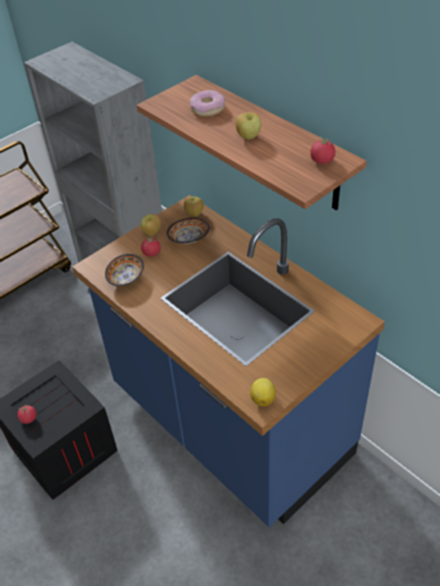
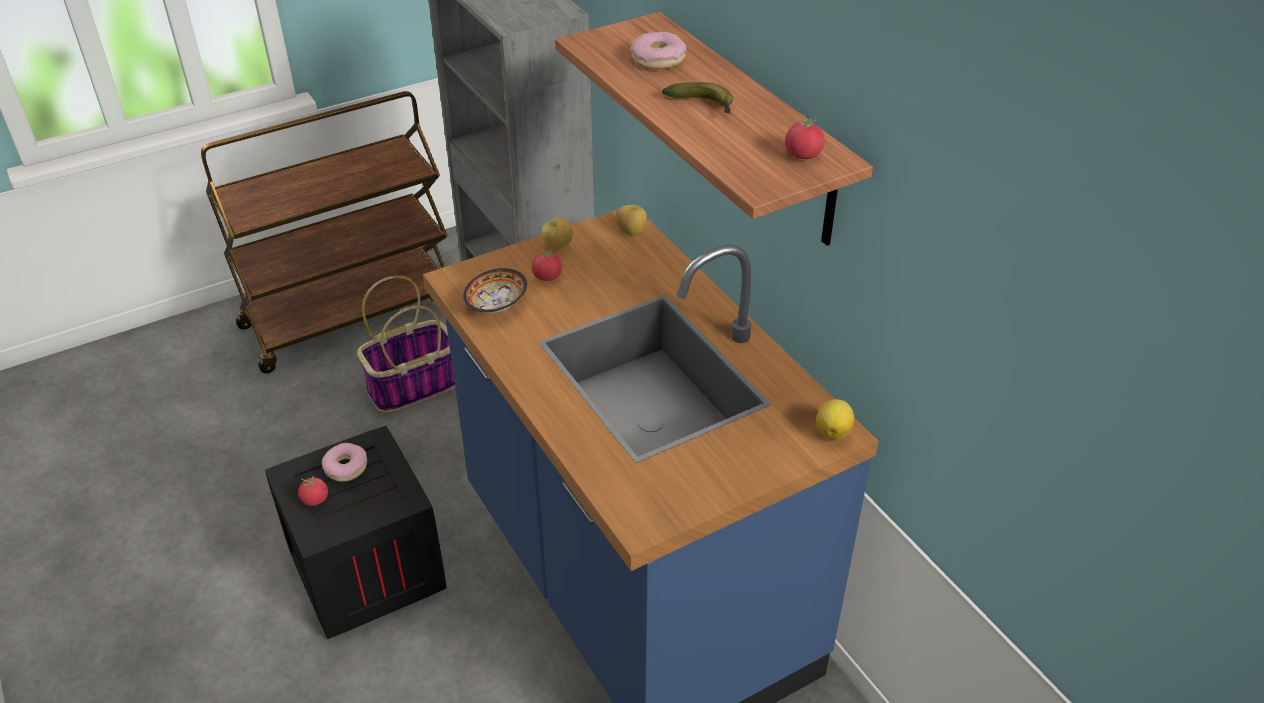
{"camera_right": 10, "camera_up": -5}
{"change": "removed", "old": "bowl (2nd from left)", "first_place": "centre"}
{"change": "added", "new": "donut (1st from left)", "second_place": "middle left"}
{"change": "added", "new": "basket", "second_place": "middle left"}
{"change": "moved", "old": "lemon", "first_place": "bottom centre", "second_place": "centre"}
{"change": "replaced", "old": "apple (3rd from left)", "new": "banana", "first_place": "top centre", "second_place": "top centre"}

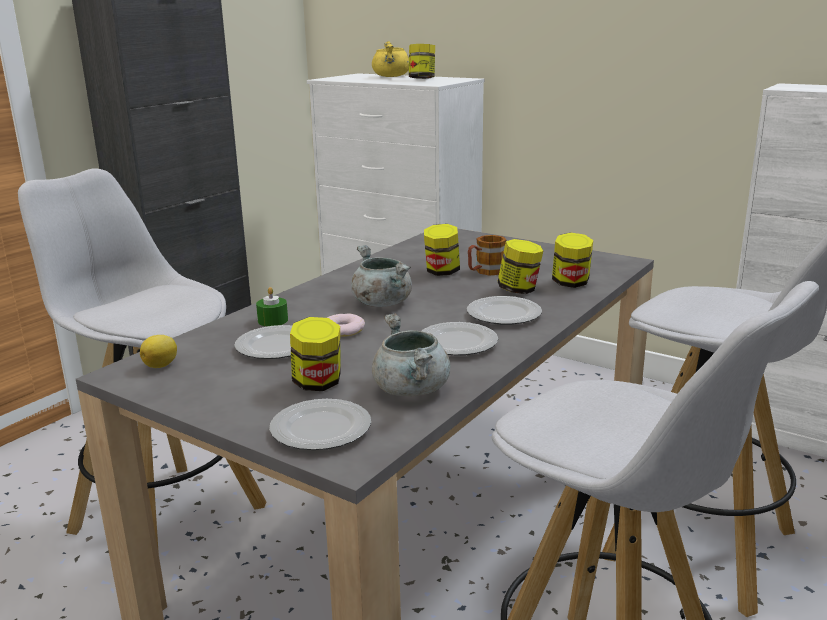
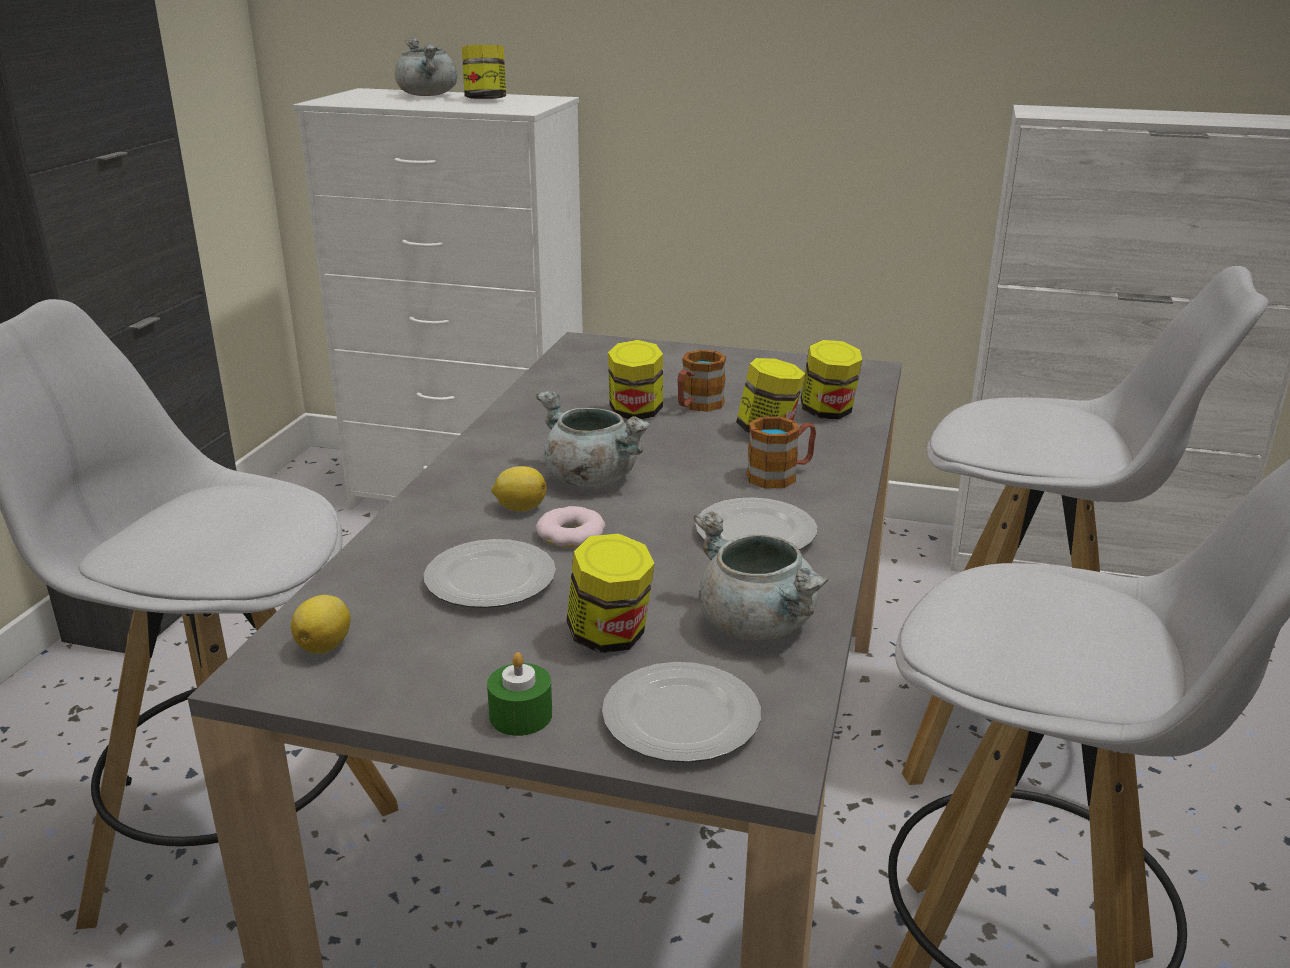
{"camera_right": -20, "camera_up": 5}
{"change": "added", "new": "lemon (2nd from left)", "second_place": "centre"}
{"change": "moved", "old": "green candle", "first_place": "middle left", "second_place": "bottom centre"}
{"change": "replaced", "old": "plate (4th from left)", "new": "mug (2nd from left)", "first_place": "centre", "second_place": "centre"}
{"change": "recoloured", "old": "yellow cooking pot", "new": "grey cooking pot (1st from left)", "first_place": "top centre", "second_place": "top left"}

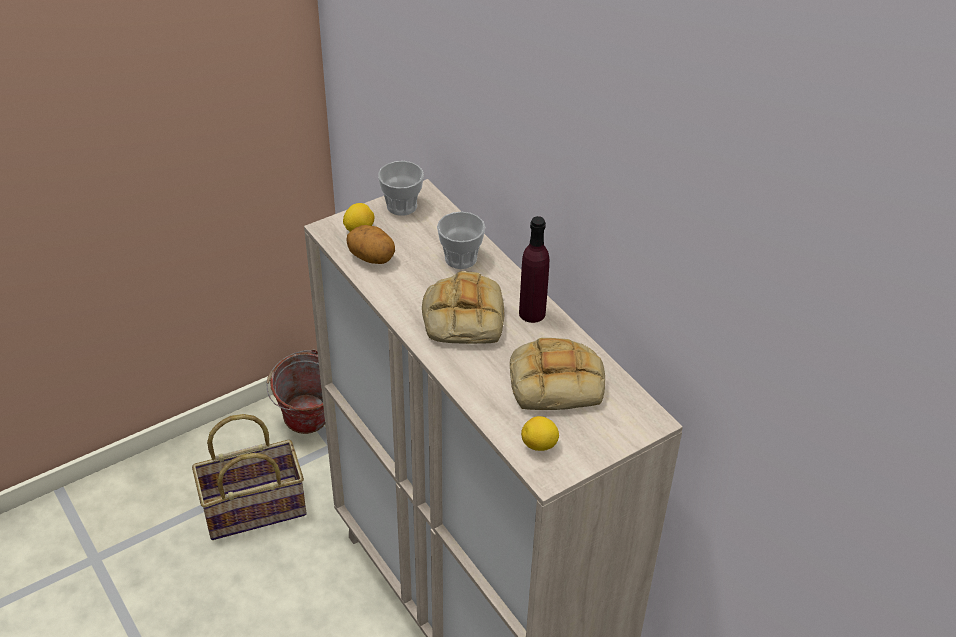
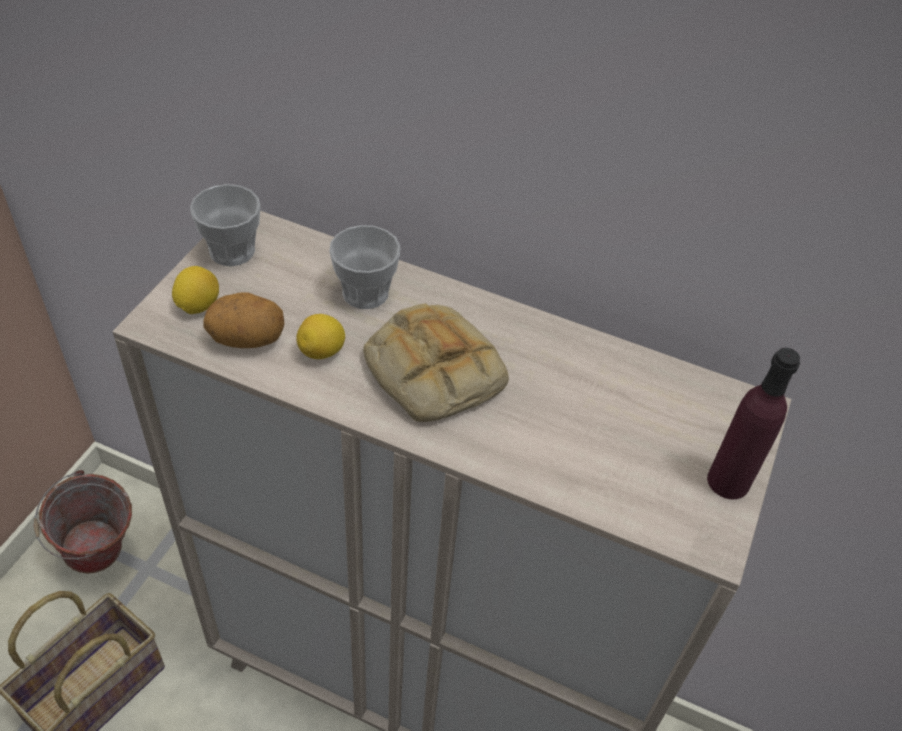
{"camera_right": -35, "camera_up": 5}
{"change": "removed", "old": "bread (2nd from left)", "first_place": "centre"}
{"change": "moved", "old": "purple bottle", "first_place": "centre", "second_place": "middle right"}
{"change": "moved", "old": "lemon (2nd from left)", "first_place": "bottom centre", "second_place": "centre"}

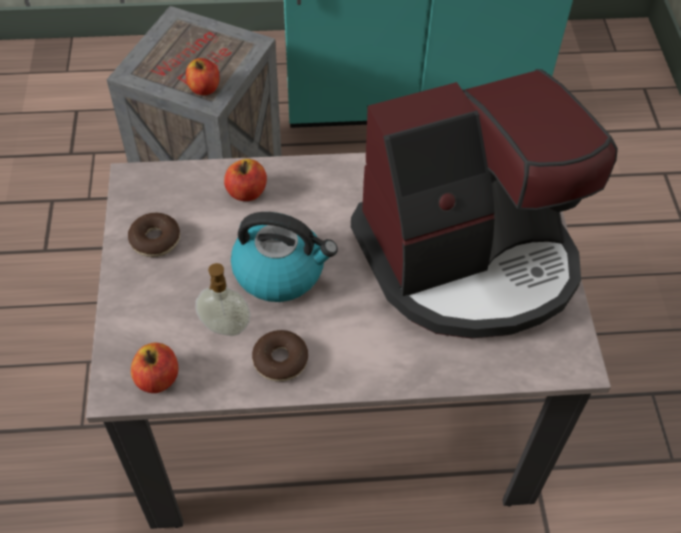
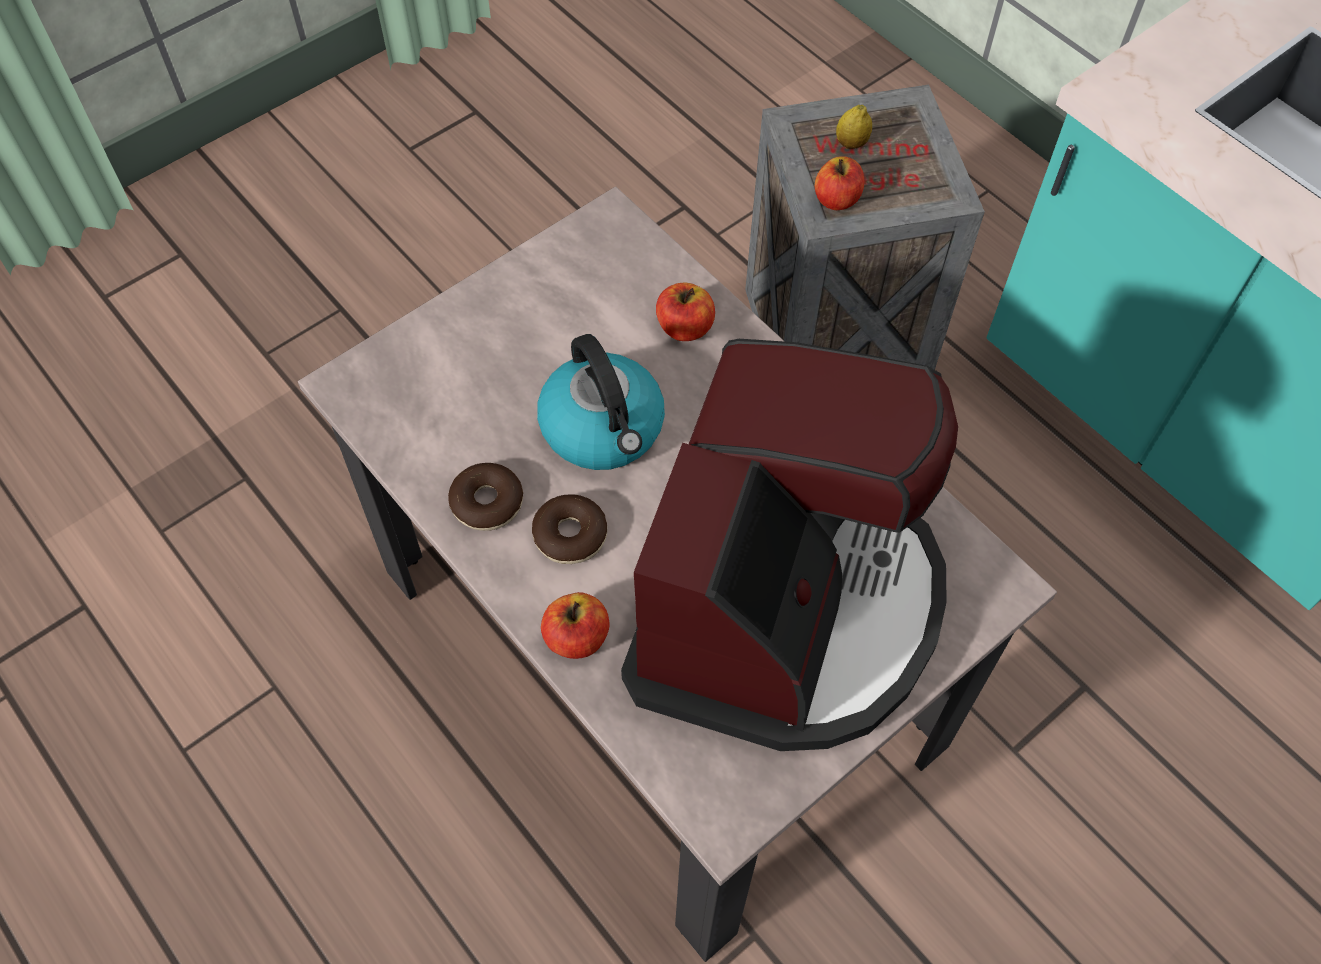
{"camera_right": 55, "camera_up": 5}
{"change": "removed", "old": "soap dispenser", "first_place": "middle left"}
{"change": "added", "new": "lemon", "second_place": "top centre"}
{"change": "moved", "old": "donut (1st from left in the first image)", "new": "donut (2nd from left)", "first_place": "middle left", "second_place": "centre"}
{"change": "moved", "old": "apple (1st from left)", "first_place": "bottom left", "second_place": "centre"}
{"change": "turned", "old": "coffee machine", "first_place": "middle right", "second_place": "centre", "degrees": -105}

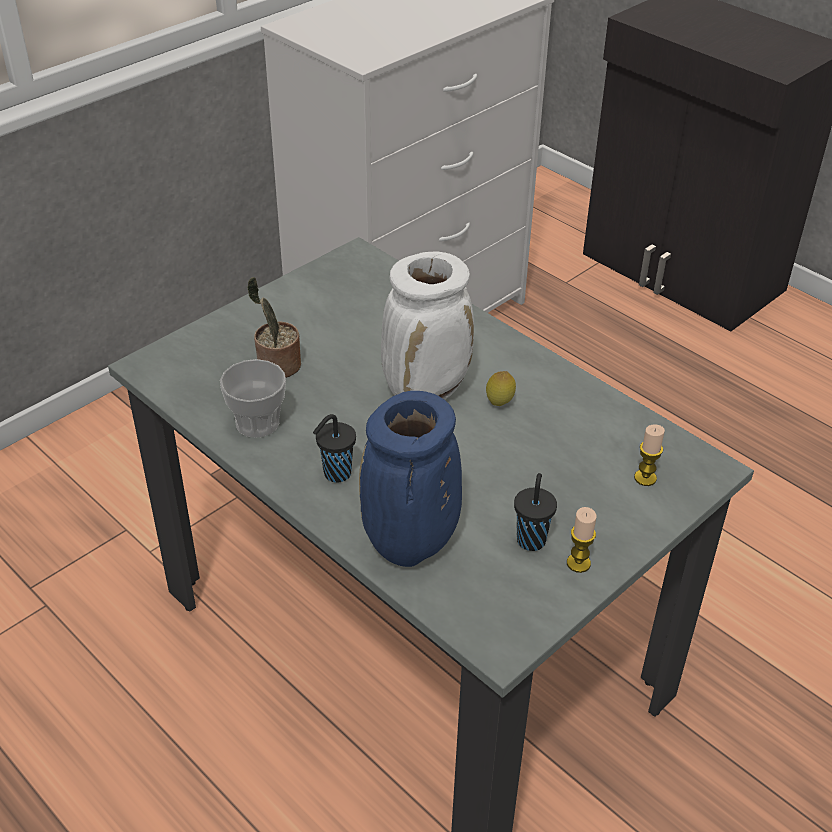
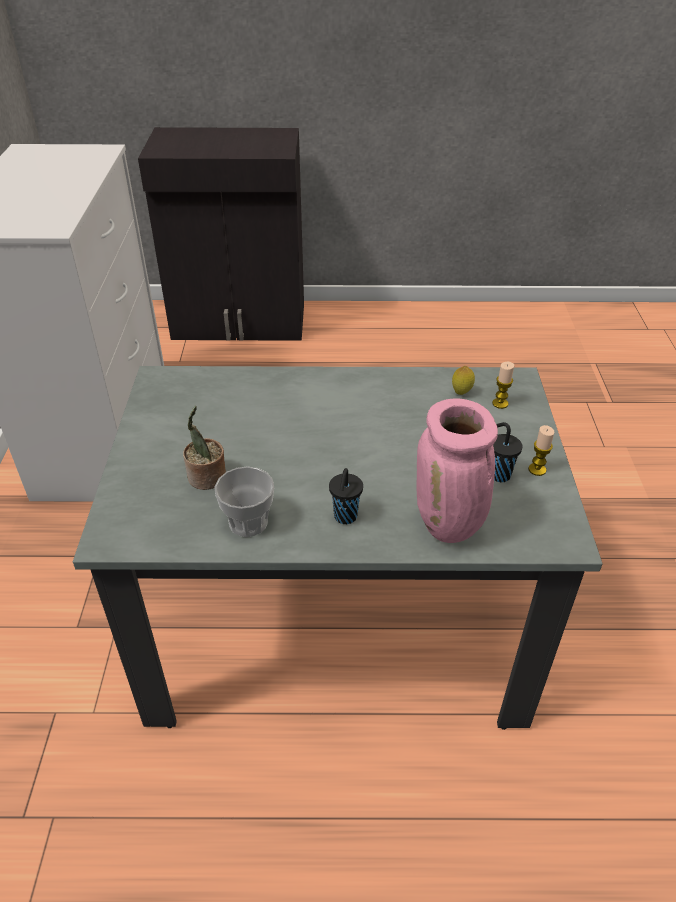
{"camera_right": -45, "camera_up": 0}
{"change": "removed", "old": "white vase", "first_place": "centre"}
{"change": "moved", "old": "lemon", "first_place": "centre", "second_place": "middle right"}
{"change": "recoloured", "old": "blue vase", "new": "pink vase", "first_place": "centre", "second_place": "middle right"}

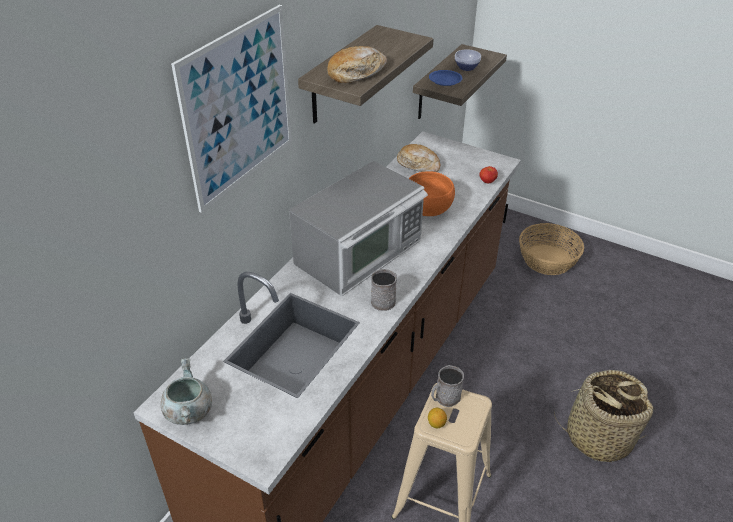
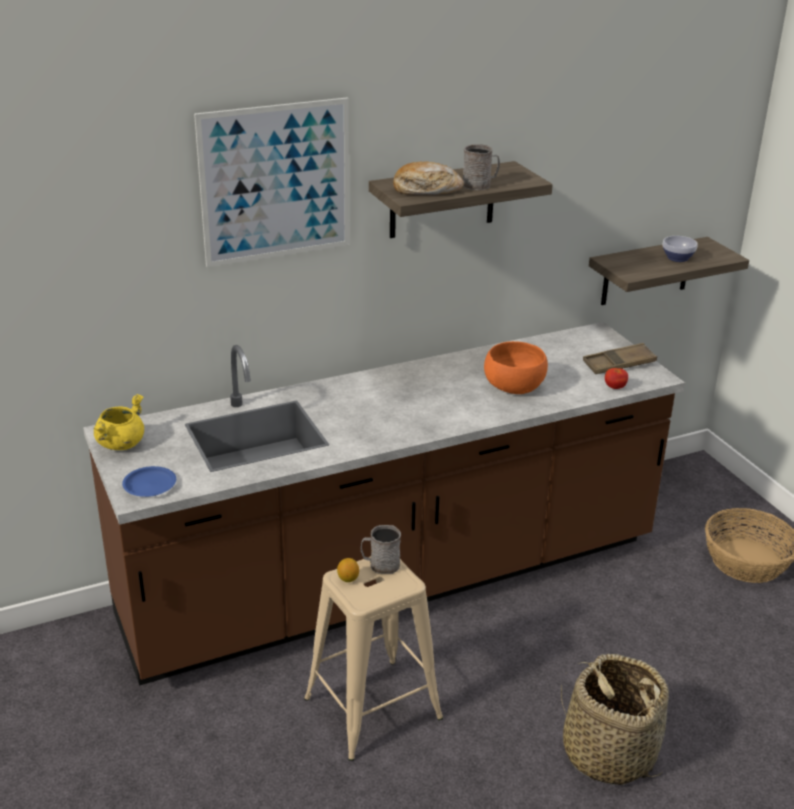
{"camera_right": 35, "camera_up": -10}
{"change": "removed", "old": "microwave", "first_place": "centre"}
{"change": "removed", "old": "bread (2nd from left)", "first_place": "top centre"}
{"change": "added", "new": "brown tray", "second_place": "middle right"}
{"change": "moved", "old": "grey mug (1st from left in the first image)", "new": "grey mug (2nd from left)", "first_place": "centre", "second_place": "top centre"}
{"change": "moved", "old": "blue plate", "first_place": "top centre", "second_place": "middle left"}
{"change": "recoloured", "old": "grey cooking pot", "new": "yellow cooking pot", "first_place": "bottom left", "second_place": "middle left"}

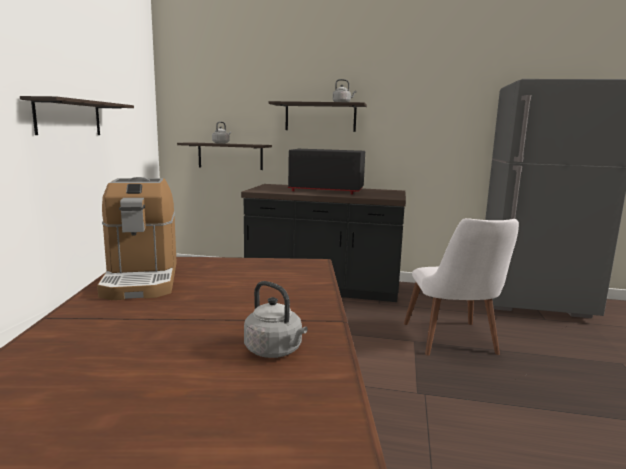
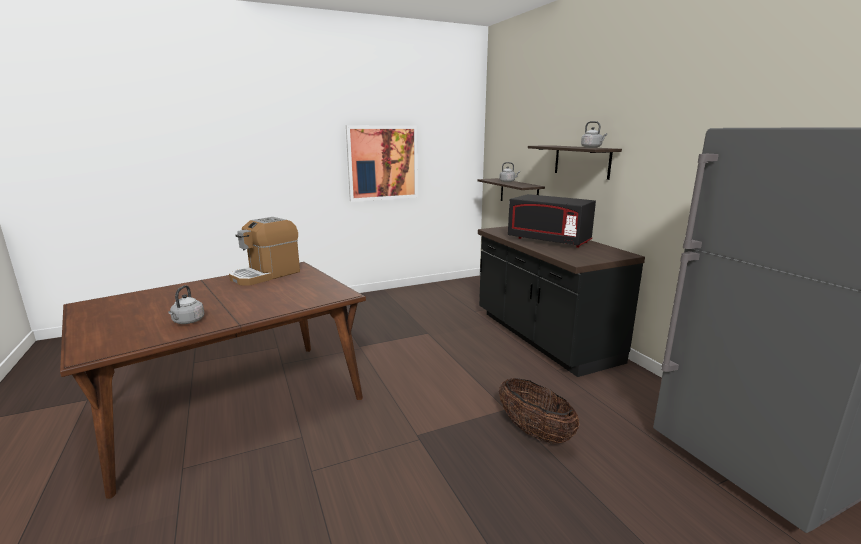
{"camera_right": 55, "camera_up": 5}
{"change": "replaced", "old": "shelf (1st from left)", "new": "picture", "first_place": "top left", "second_place": "top centre"}
{"change": "replaced", "old": "white chair", "new": "basket", "first_place": "middle right", "second_place": "bottom centre"}
{"change": "turned", "old": "black microwave", "first_place": "centre", "second_place": "centre", "degrees": 150}

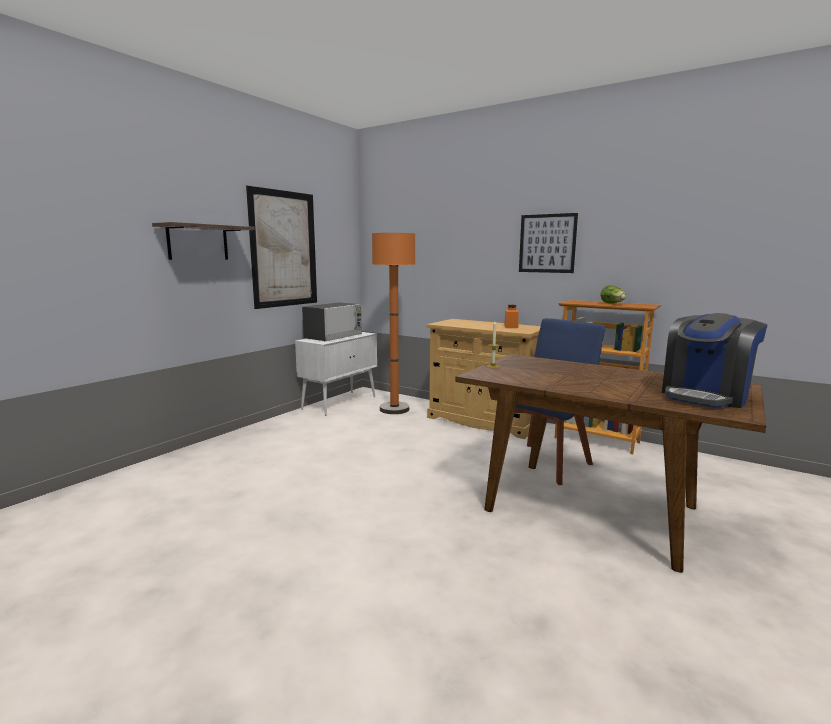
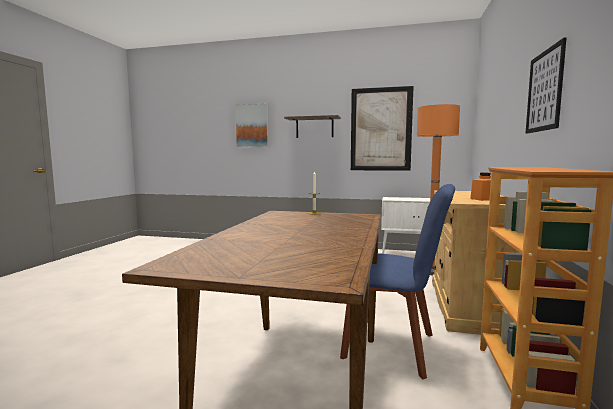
{"camera_right": 70, "camera_up": -5}
{"change": "removed", "old": "microwave", "first_place": "centre"}
{"change": "removed", "old": "lettuce", "first_place": "middle right"}
{"change": "removed", "old": "coffee machine", "first_place": "middle right"}
{"change": "added", "new": "picture (1st from left)", "second_place": "top centre"}

